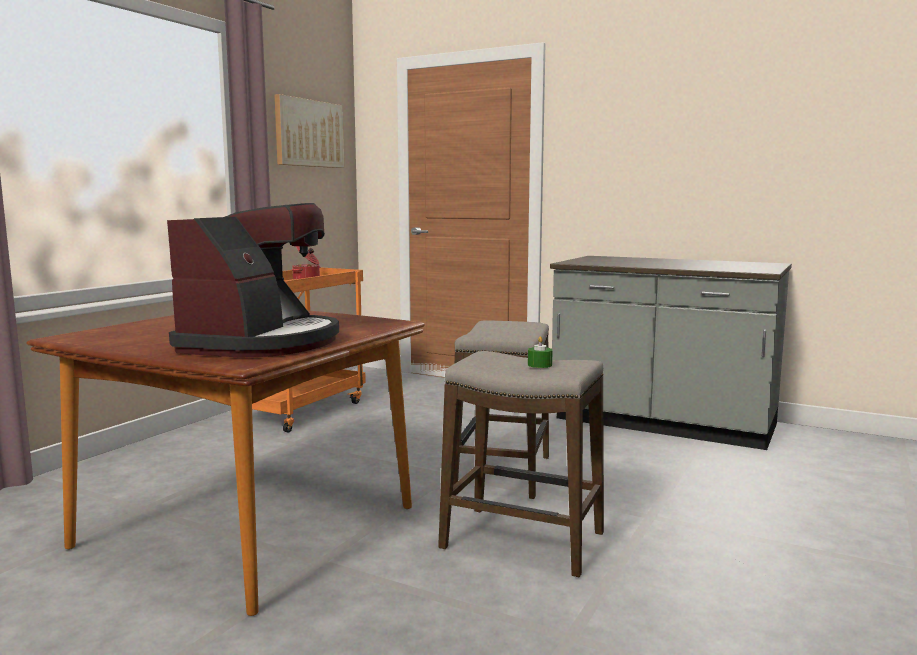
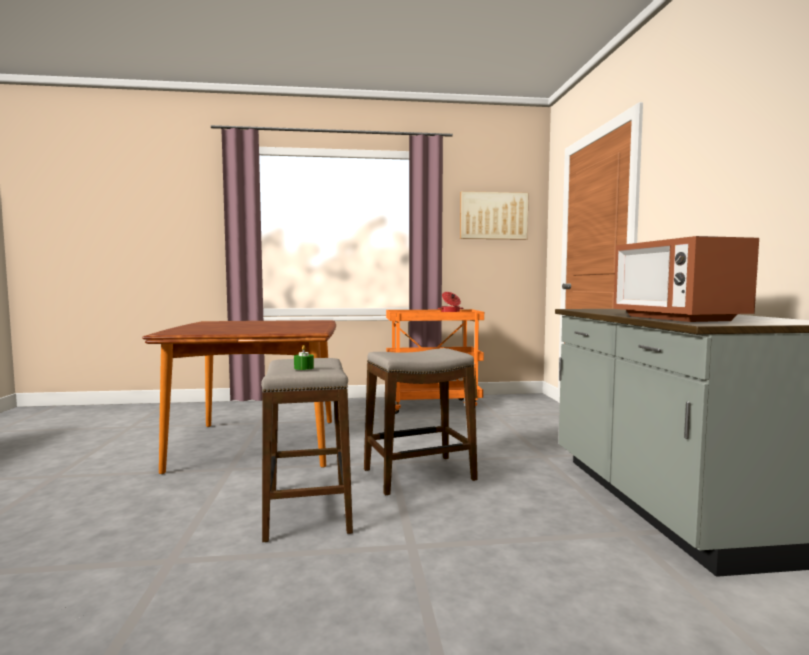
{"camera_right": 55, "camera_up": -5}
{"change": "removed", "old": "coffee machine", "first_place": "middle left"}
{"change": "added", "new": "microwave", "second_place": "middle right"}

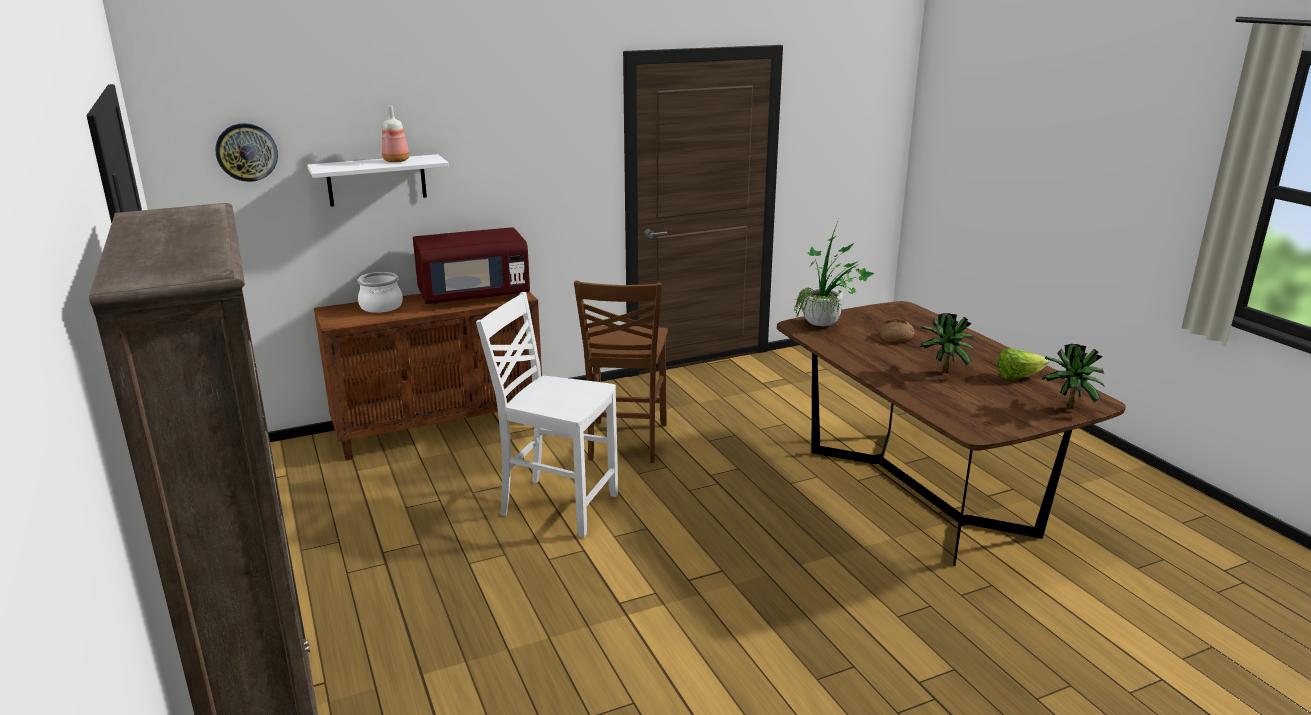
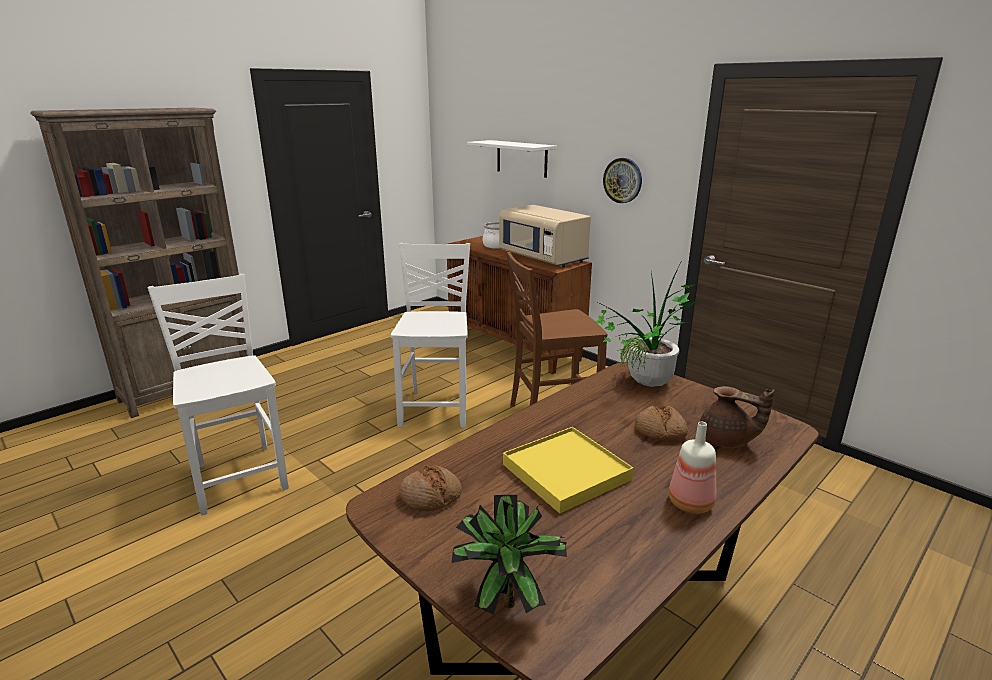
{"camera_right": 70, "camera_up": 0}
{"change": "removed", "old": "lettuce", "first_place": "middle right"}
{"change": "added", "new": "white chair (1st from left)", "second_place": "middle left"}
{"change": "added", "new": "bread (1st from left)", "second_place": "bottom centre"}
{"change": "added", "new": "brown teapot", "second_place": "middle right"}
{"change": "moved", "old": "wall clock", "first_place": "top left", "second_place": "top centre"}
{"change": "moved", "old": "bottle", "first_place": "top left", "second_place": "bottom right"}
{"change": "replaced", "old": "potted plant (2nd from left)", "new": "yellow tray", "first_place": "middle right", "second_place": "bottom centre"}
{"change": "recoloured", "old": "red microwave", "new": "beige microwave", "first_place": "centre", "second_place": "centre"}

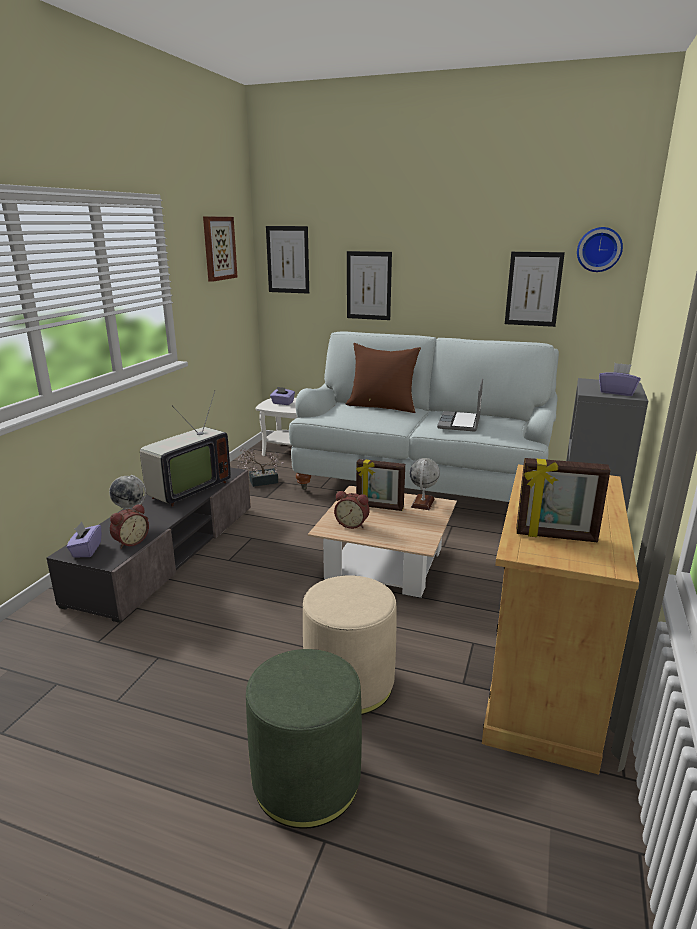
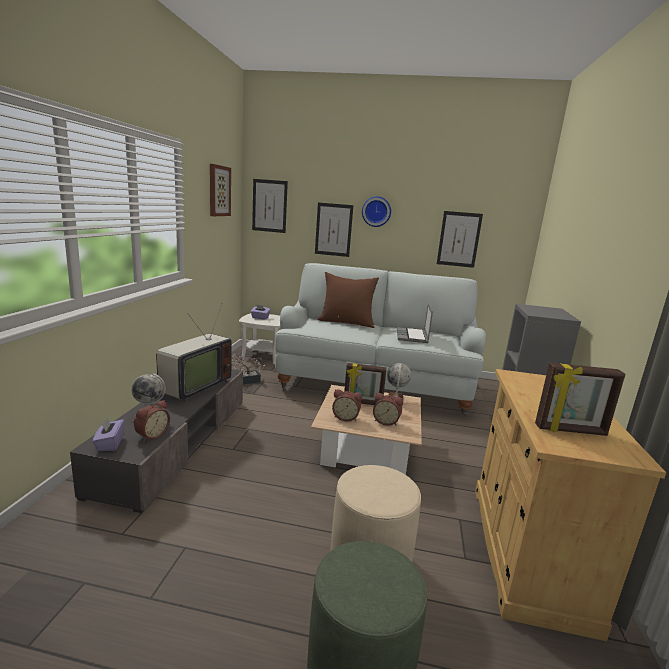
{"camera_right": -10, "camera_up": -5}
{"change": "removed", "old": "purple tissue box (3rd from left)", "first_place": "middle right"}
{"change": "added", "new": "alarm clock (3rd from left)", "second_place": "centre"}
{"change": "moved", "old": "wall clock", "first_place": "top right", "second_place": "top centre"}

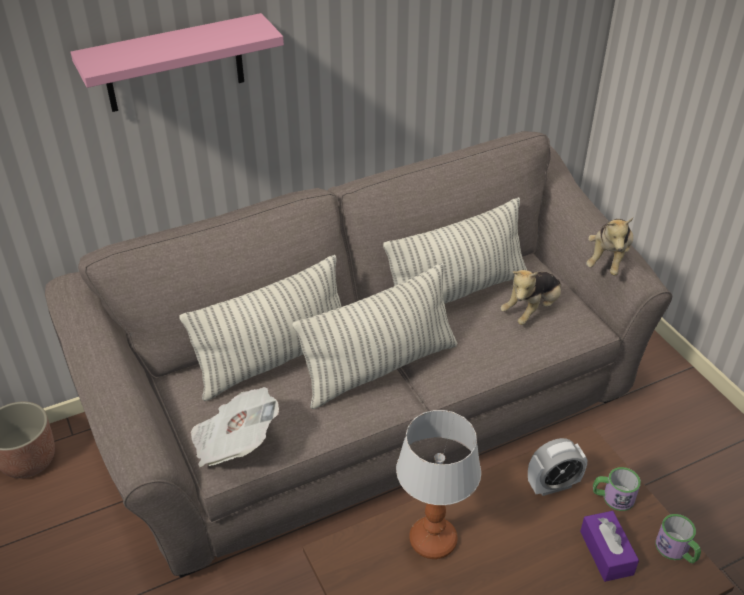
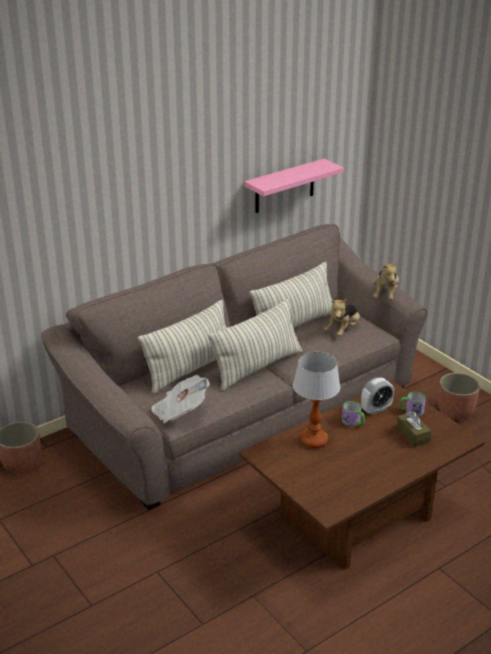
{"camera_right": -10, "camera_up": -10}
{"change": "added", "new": "planter (2nd from left)", "second_place": "middle right"}
{"change": "moved", "old": "pink shelf", "first_place": "top left", "second_place": "top centre"}
{"change": "moved", "old": "mug (2nd from left in the first image)", "new": "mug (1st from left)", "first_place": "bottom right", "second_place": "middle right"}
{"change": "recoloured", "old": "purple tissue box", "new": "brown tissue box", "first_place": "bottom right", "second_place": "middle right"}

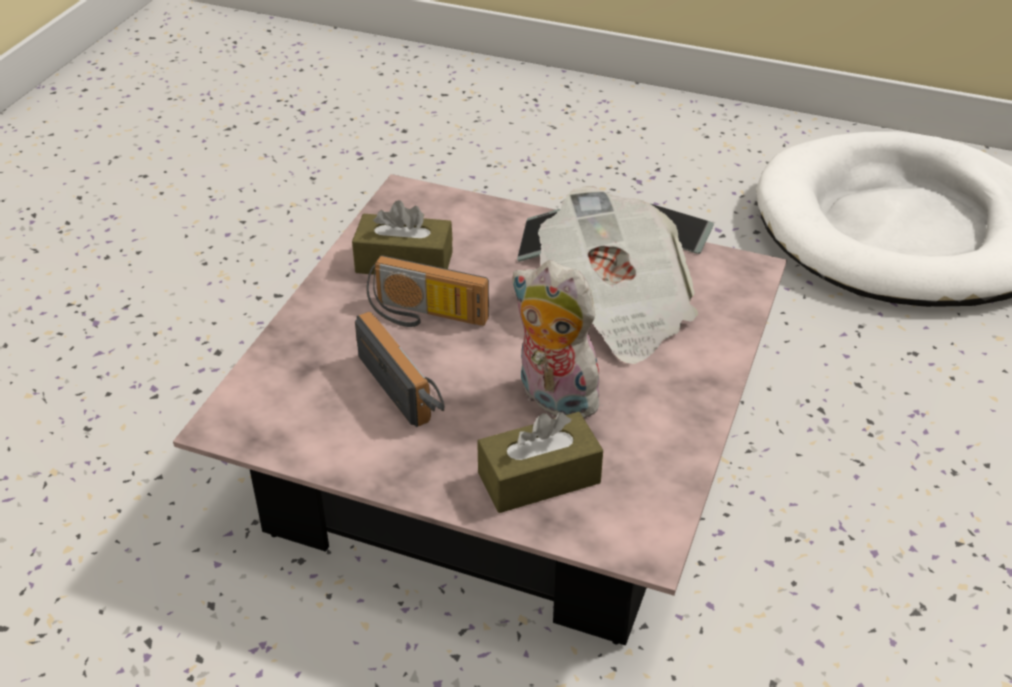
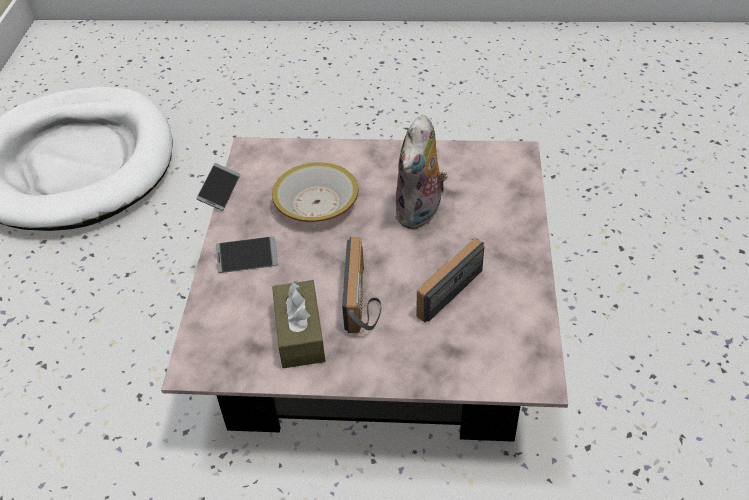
{"camera_right": -105, "camera_up": 5}
{"change": "removed", "old": "brown tissue box (2nd from left)", "first_place": "bottom centre"}
{"change": "replaced", "old": "newspaper", "new": "bowl", "first_place": "centre", "second_place": "centre"}

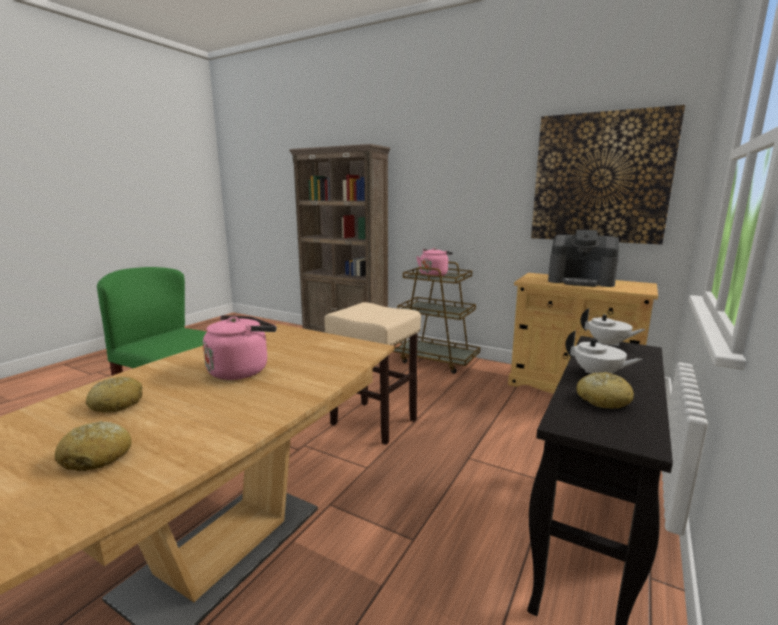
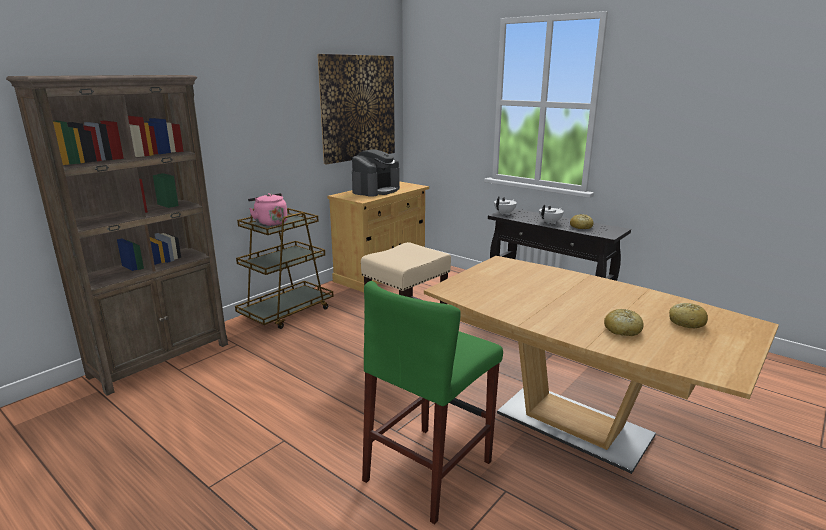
{"camera_right": -80, "camera_up": 5}
{"change": "removed", "old": "pink kettle (1st from left)", "first_place": "middle left"}

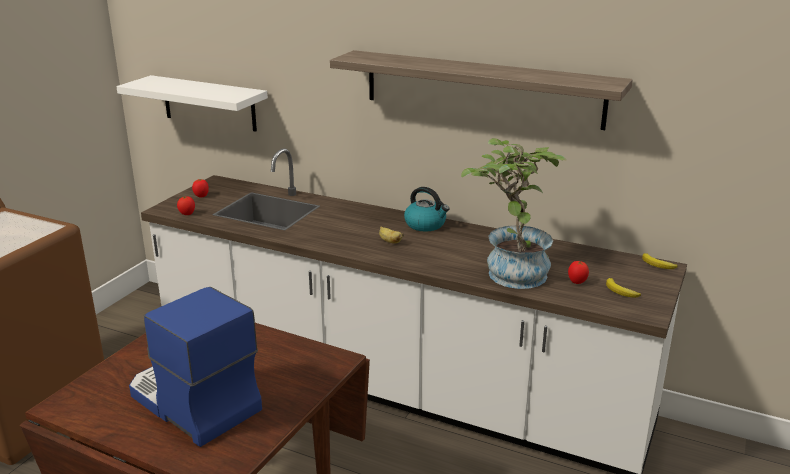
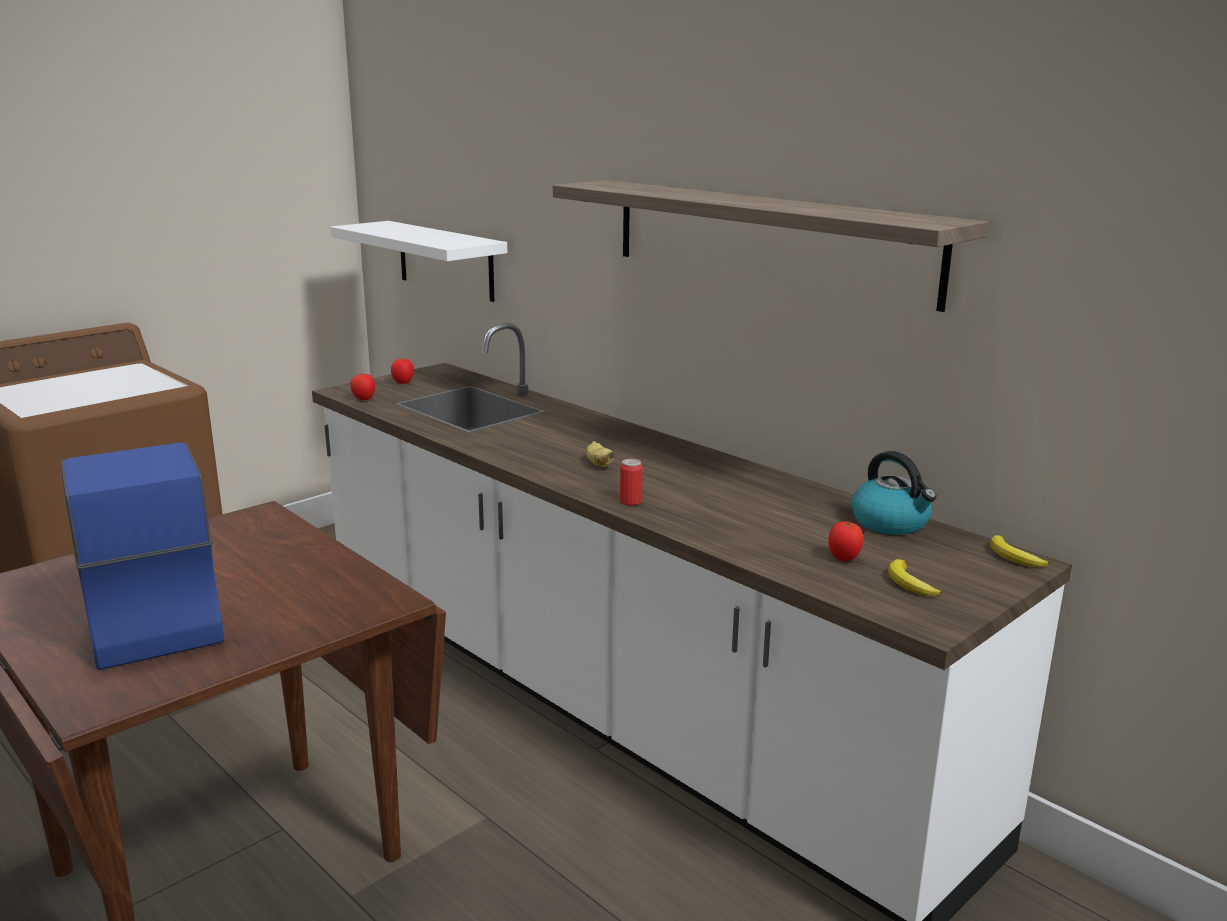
{"camera_right": 20, "camera_up": -5}
{"change": "removed", "old": "potted plant", "first_place": "centre"}
{"change": "added", "new": "can", "second_place": "centre"}
{"change": "moved", "old": "kettle", "first_place": "centre", "second_place": "middle right"}

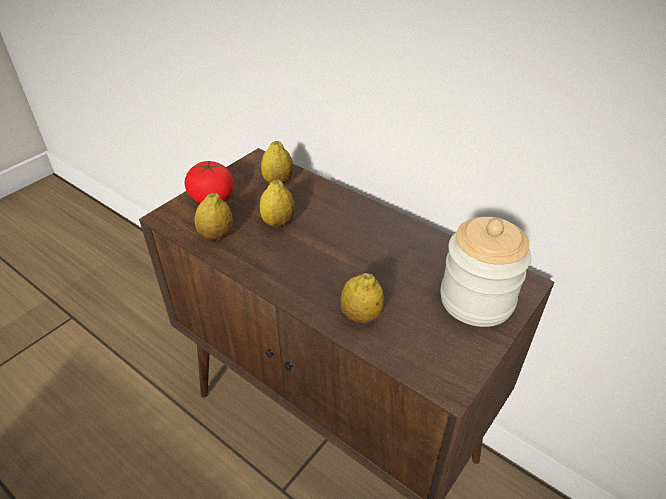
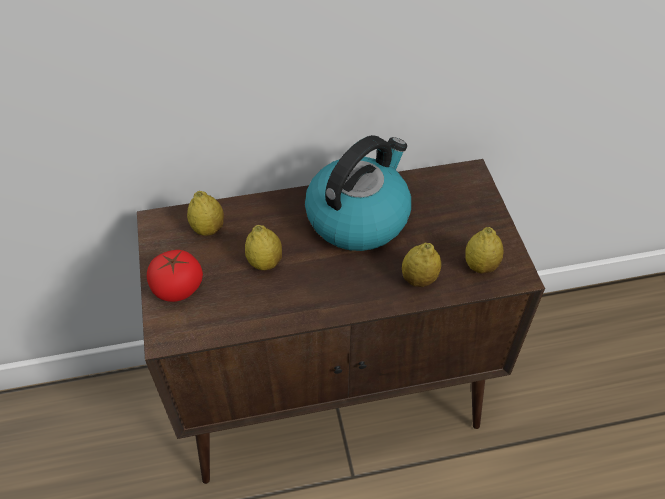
{"camera_right": -50, "camera_up": 10}
{"change": "removed", "old": "jar", "first_place": "middle right"}
{"change": "added", "new": "kettle", "second_place": "centre"}
{"change": "moved", "old": "lemon (1st from left in the first image)", "new": "lemon (4th from left)", "first_place": "middle left", "second_place": "middle right"}

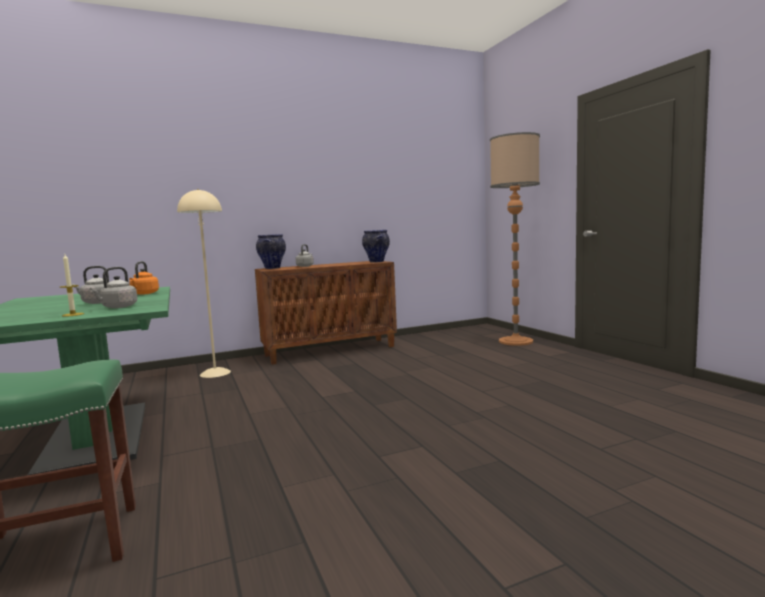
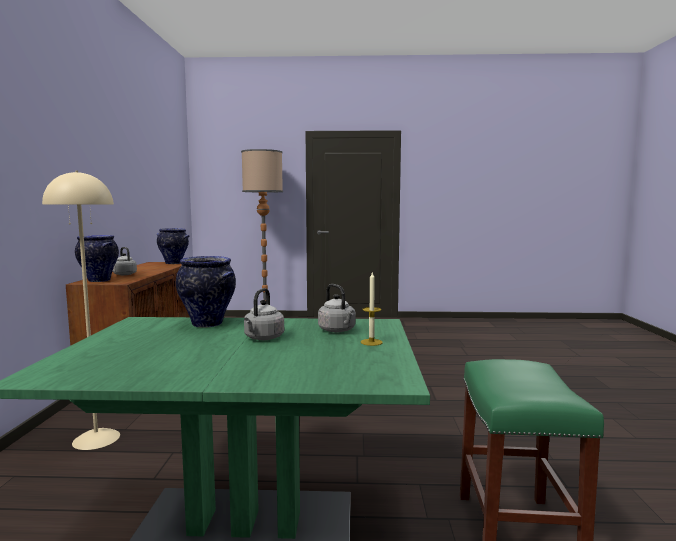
{"camera_right": -65, "camera_up": 0}
{"change": "replaced", "old": "orange kettle", "new": "vase (3rd from left)", "first_place": "middle left", "second_place": "middle left"}

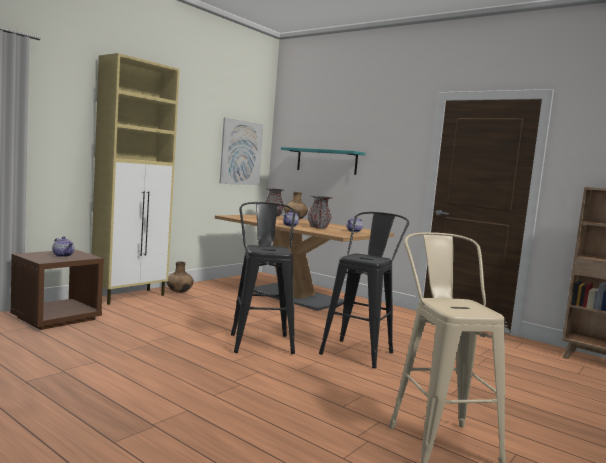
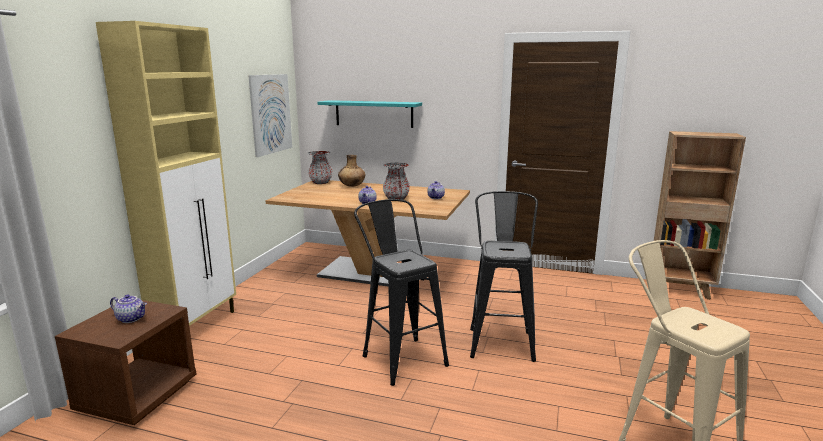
{"camera_right": -20, "camera_up": 10}
{"change": "removed", "old": "brown vase (1st from left)", "first_place": "middle left"}

